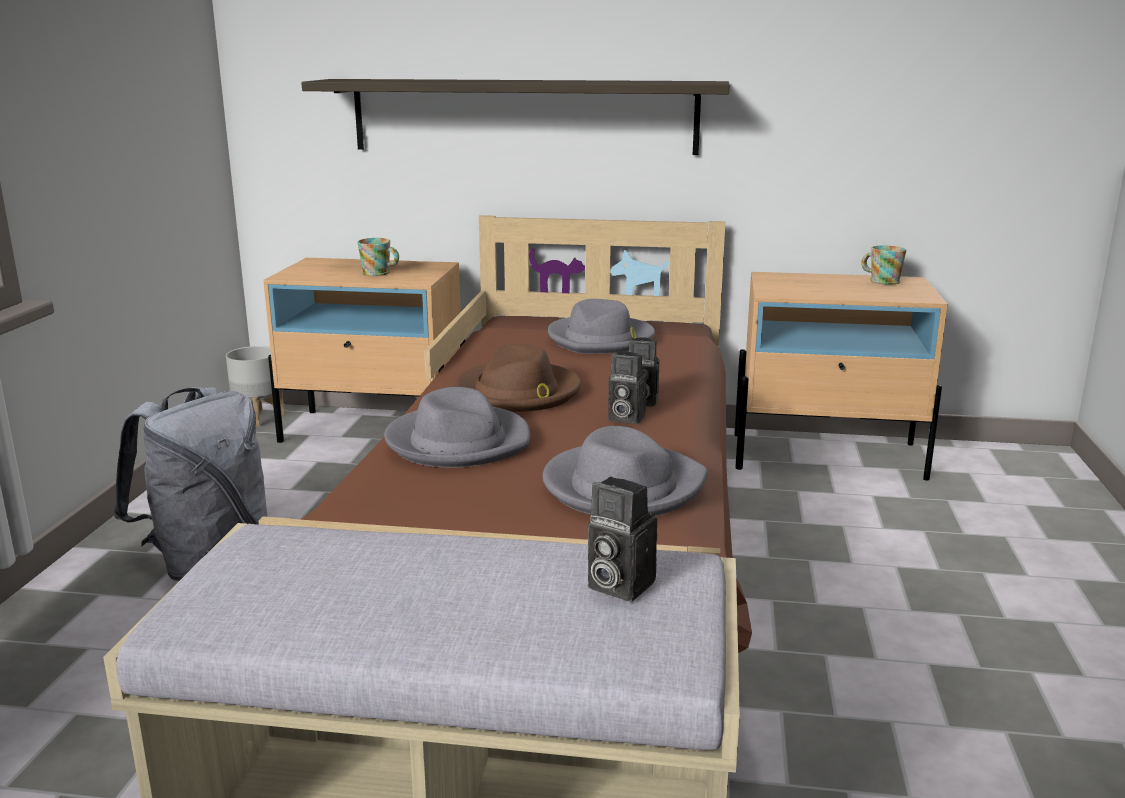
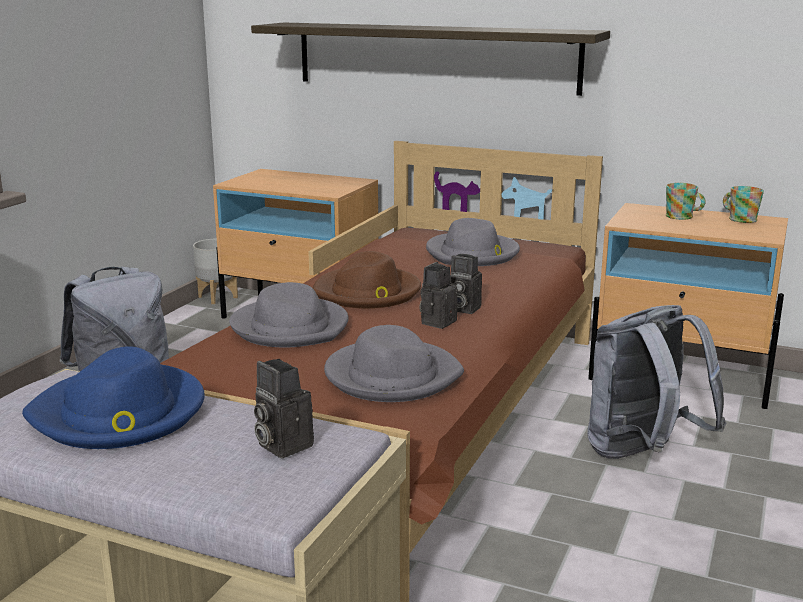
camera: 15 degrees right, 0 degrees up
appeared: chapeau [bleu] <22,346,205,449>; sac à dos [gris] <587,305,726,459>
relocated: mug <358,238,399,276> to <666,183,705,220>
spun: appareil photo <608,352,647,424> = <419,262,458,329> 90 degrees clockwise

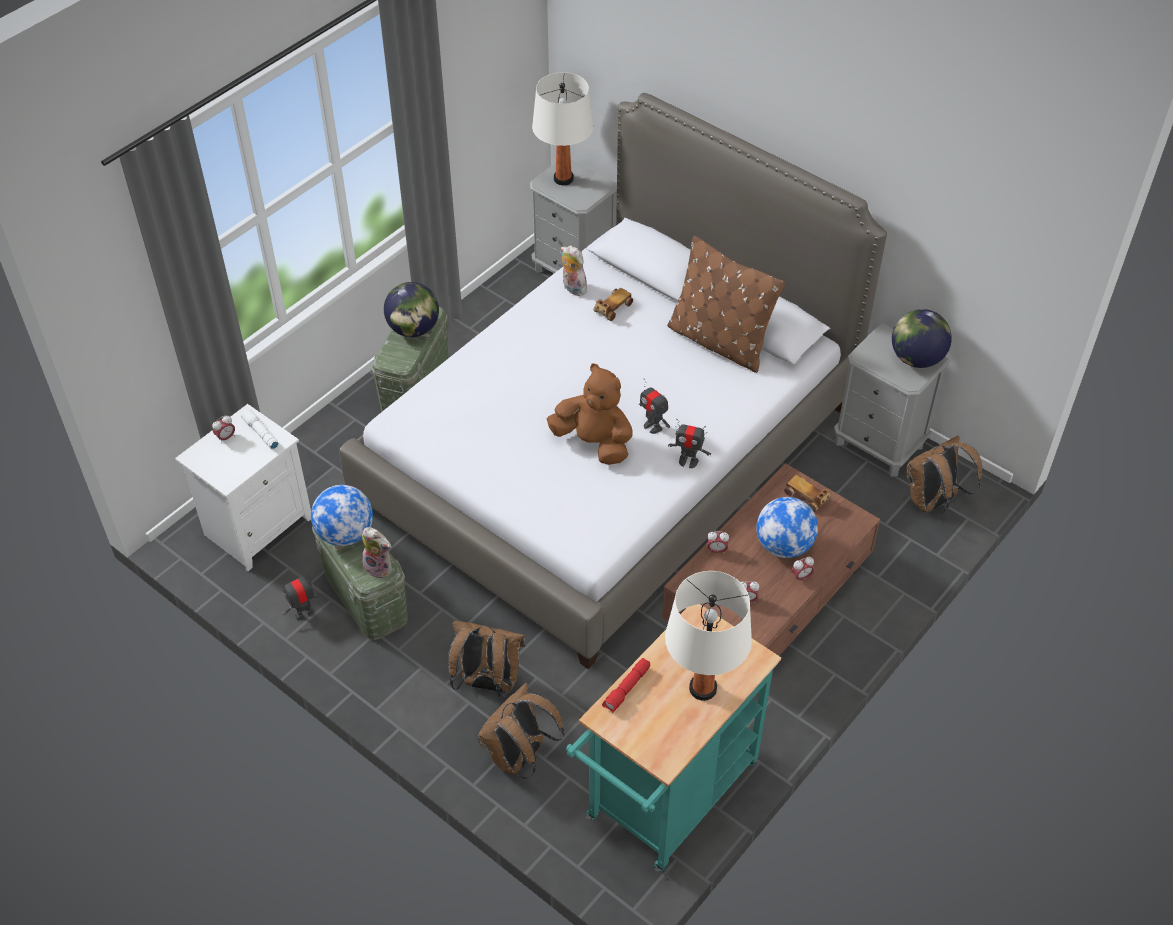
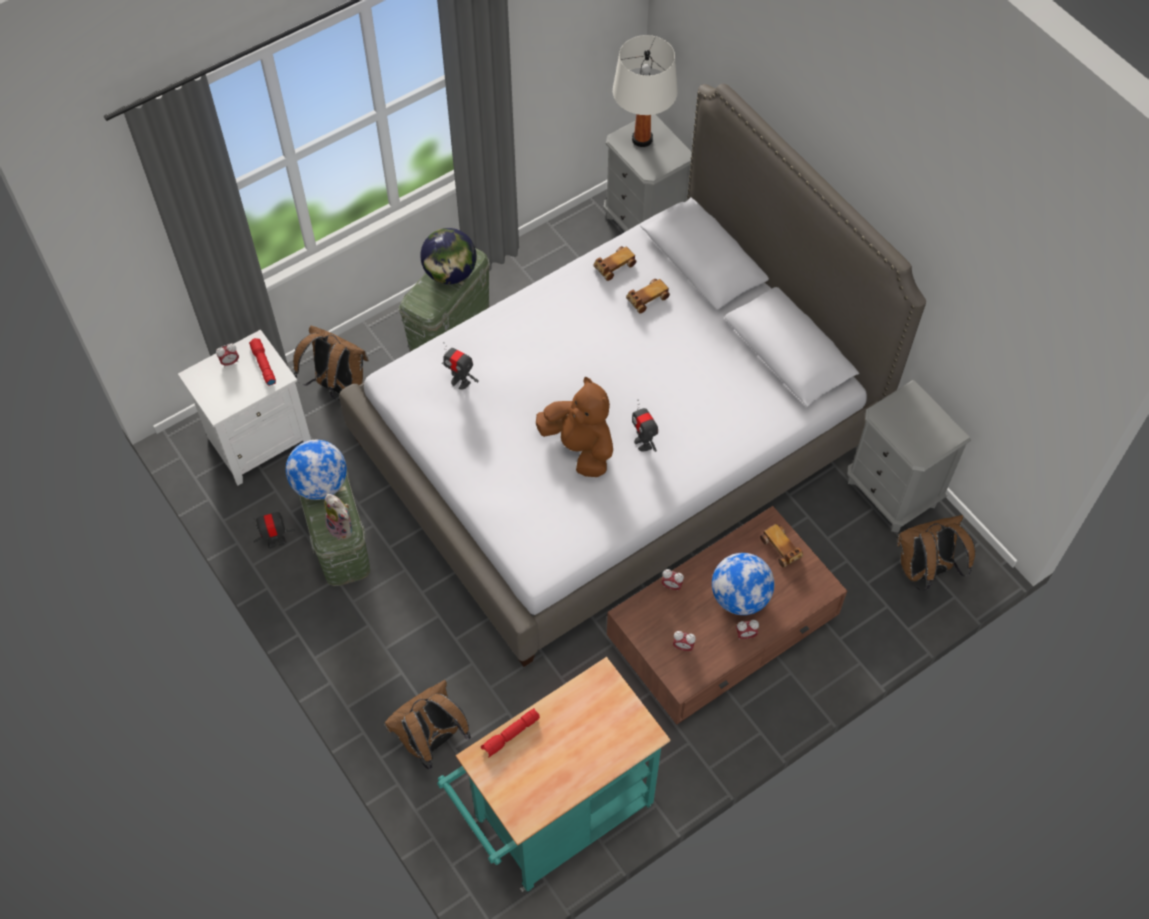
camera: 15 degrees right, 10 degrees up
missing: lampe de table [blanc] <665,571,752,701>; coussin [marron] <667,236,785,373>; globe <892,309,952,368>
relocated: sac à dos [marron] <448,621,526,697> to <293,326,369,400>; robot jouet <668,418,711,468> to <442,342,479,390>
exchanged: peluche <561,245,589,296> to petite voiture <593,246,636,281>
colour: lampe de poche [blanc] <241,409,279,450> to lampe de poche [rouge] <249,338,276,386>

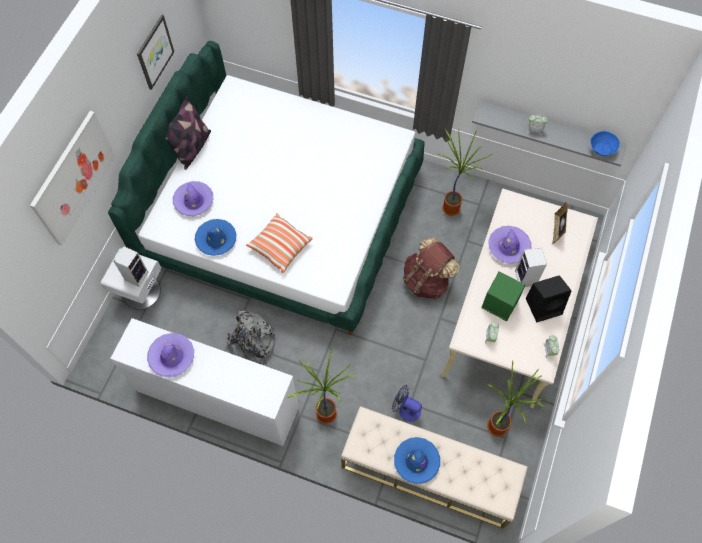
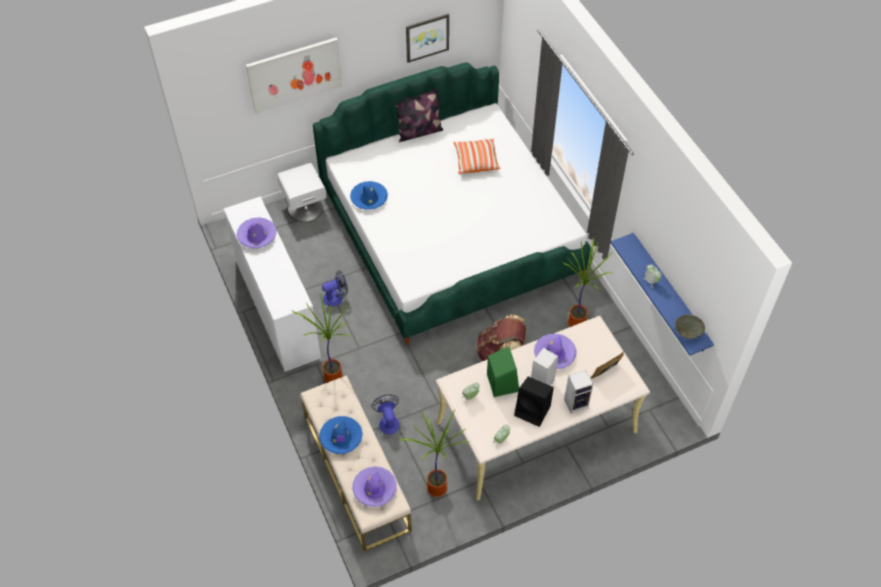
camera: 45 degrees right, 10 degrees down
relocated: enceinte <113,246,148,287> to <564,371,593,414>; chapeau [violet] <173,181,213,216> to <353,466,397,507>; coussin <246,213,313,273> to <454,138,501,174>
exchanged: sac à dos [gris] <227,310,277,366> to ventilateur <322,270,348,306>
colour: étagère [gris] <472,101,627,166> to étagère [bleu] <611,233,714,356>; bol [bleu] <591,131,620,156> to bol [gris] <675,315,705,339>

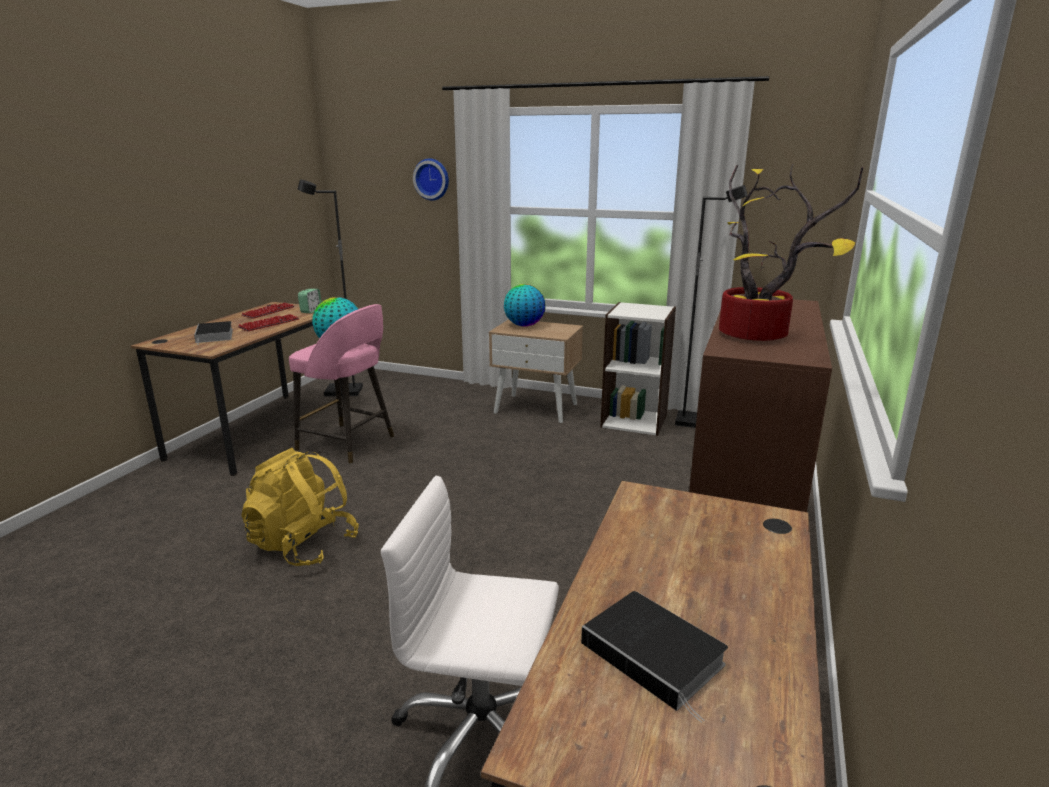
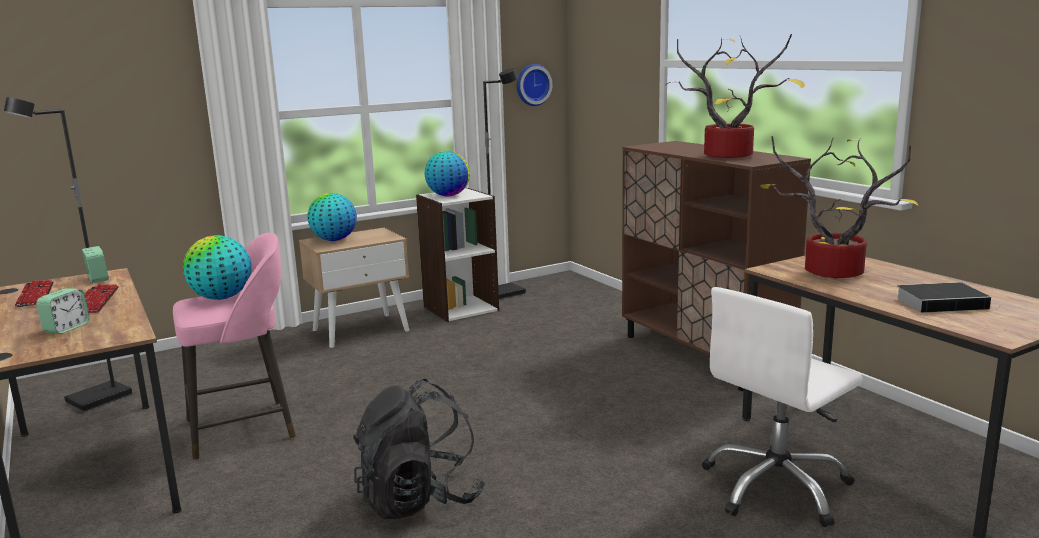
camera: 50 degrees left, 5 degrees down
appeared: globe <425,151,470,196>; plante en pot <760,136,918,278>
relocated: horloge murale <413,158,449,201> to <517,64,553,106>
exchanged: livre <194,321,233,345> to réveil <36,288,90,334>
colour: sac à dos [jaune] <241,448,359,566> to sac à dos [noir] <353,379,485,519>

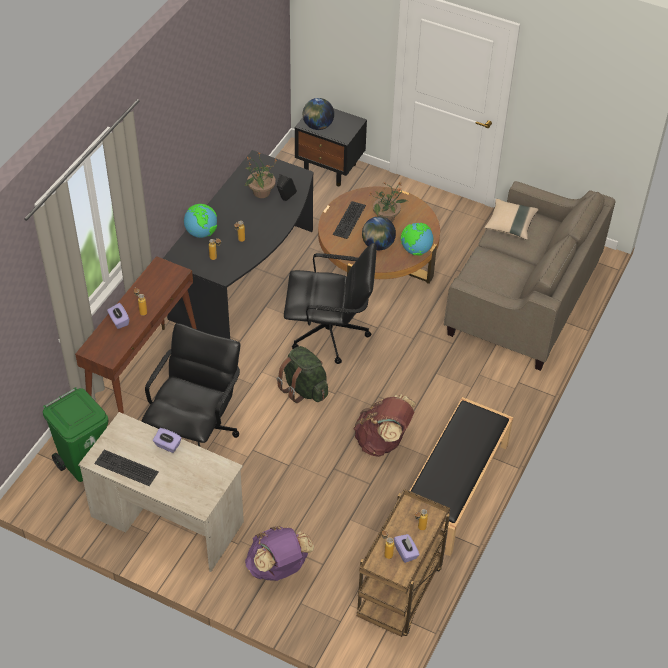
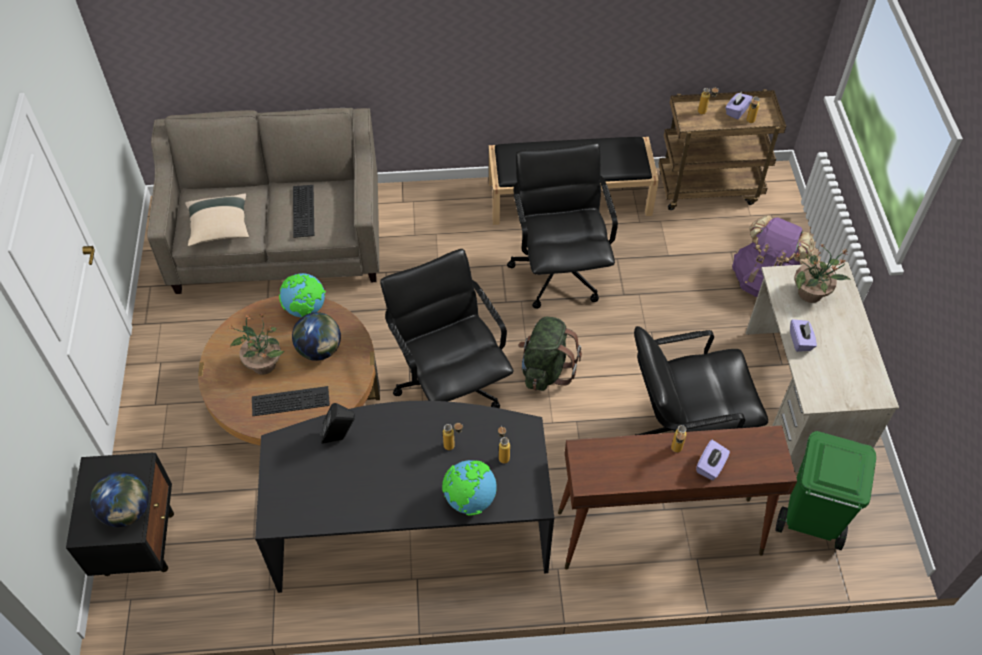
camera: 120 degrees left, 5 degrees up
relocated: clavier <94,450,159,486> to <293,185,314,238>; plante en pot <244,152,277,198> to <793,243,851,303>
exchanged: sac à dos [marron] <354,395,416,457> to chaise de bureau [noir] <507,143,618,309>

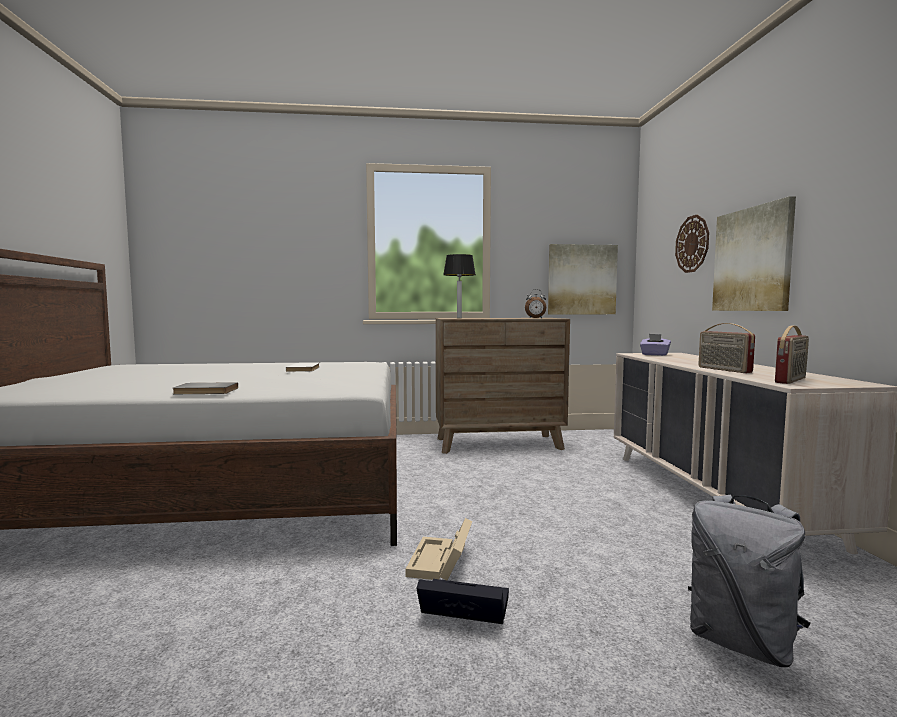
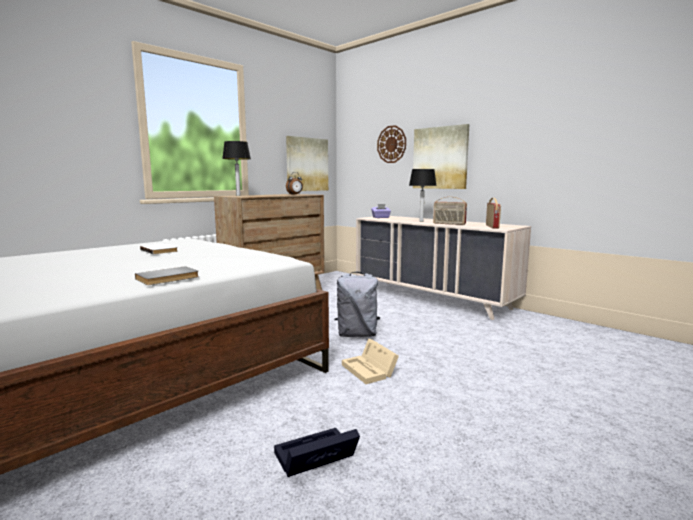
camera: 40 degrees left, 5 degrees up
appeared: lampe de table <409,169,437,222>
relocated: boîte de rangement [noir] <416,579,509,624> to <274,428,360,477>; sac à dos [gris] <688,495,811,667> to <335,272,380,337>

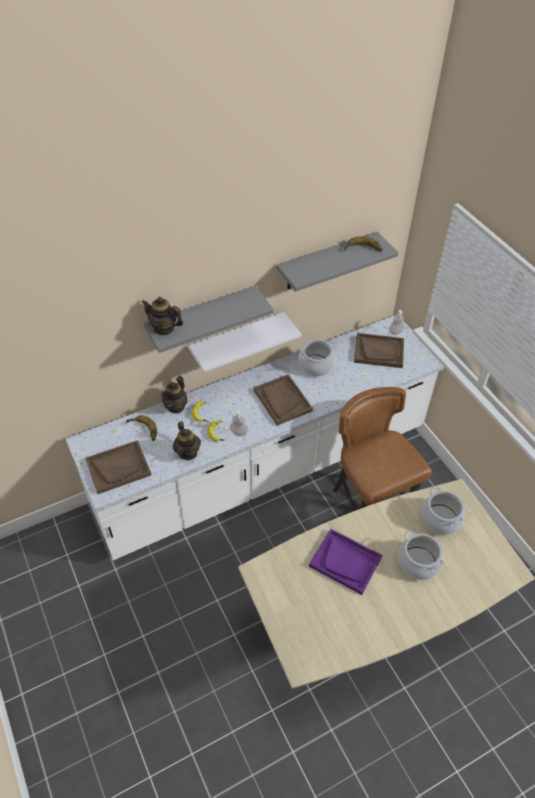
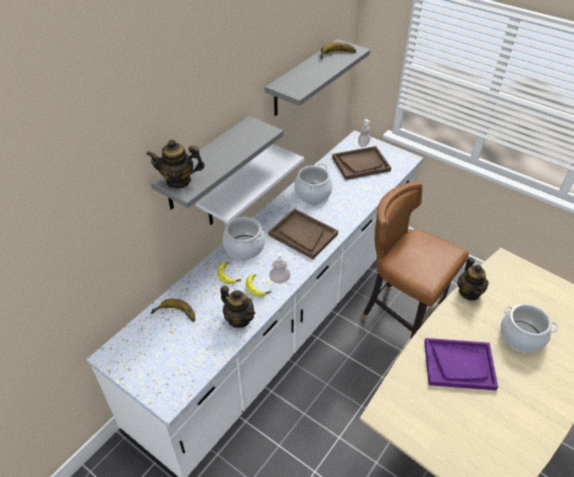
camera: 25 degrees left, 5 degrees down
missing: plateau [marron] <85,440,151,494>
relocated: théière <162,376,188,414> to <457,257,488,301>; marmite <421,486,465,535> to <223,217,265,260>

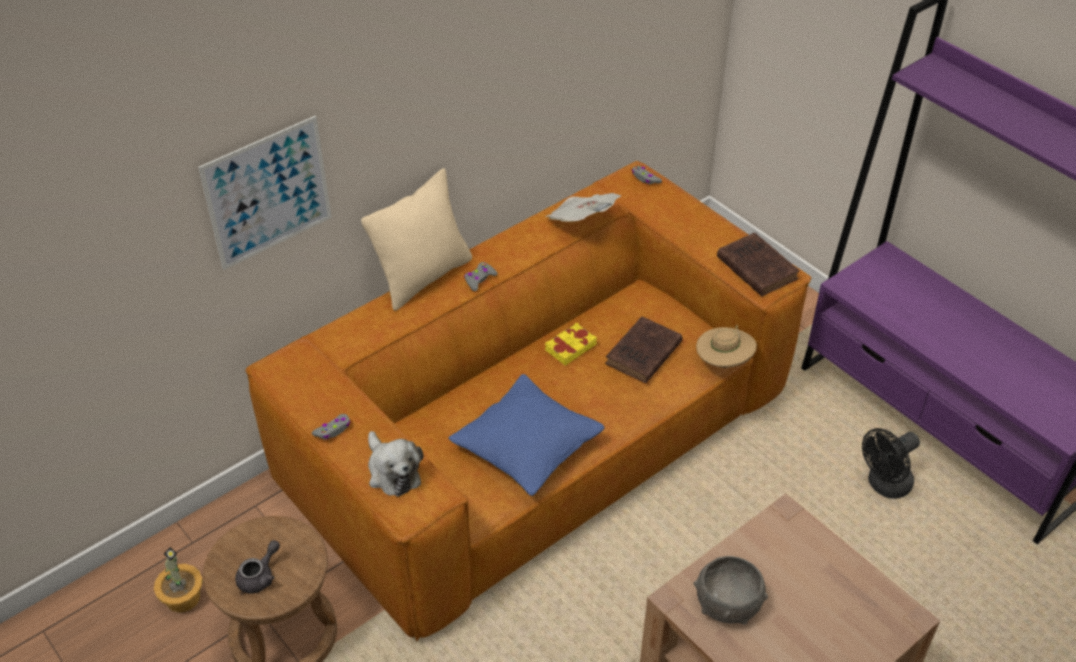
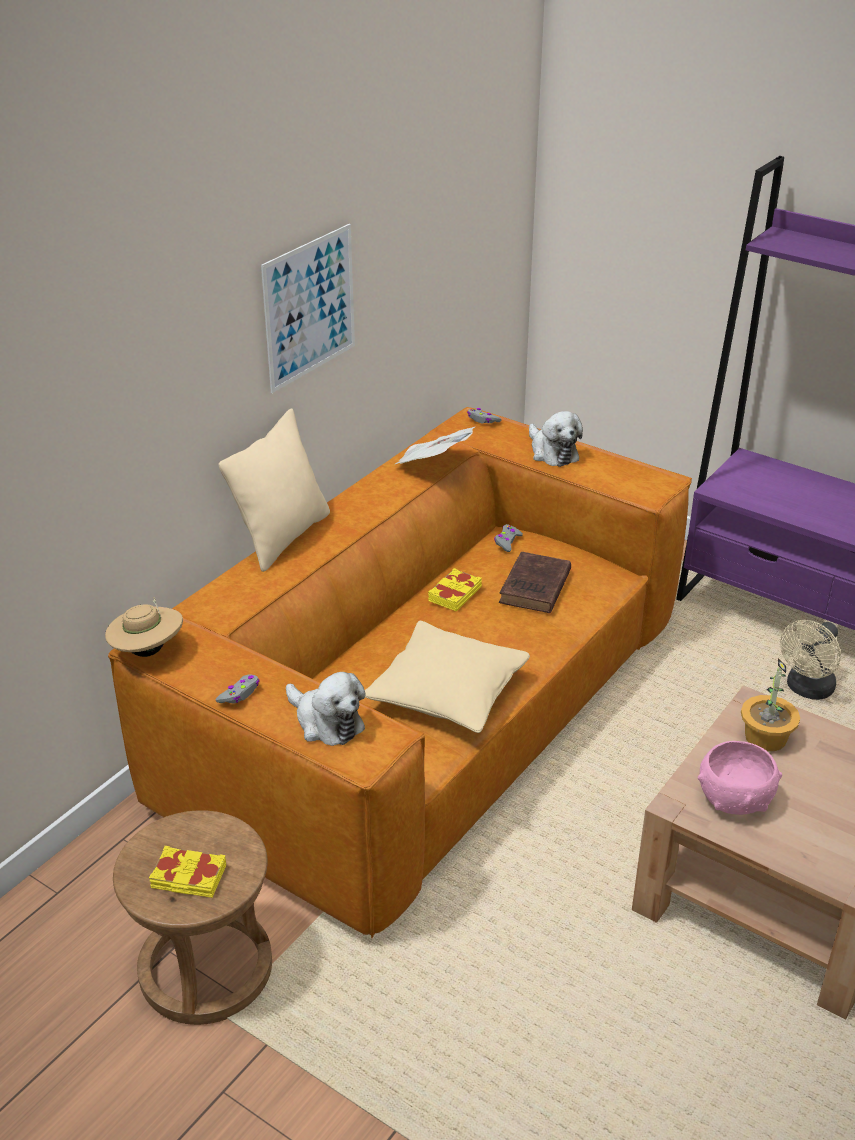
camera: 15 degrees left, 10 degrees down
missing: livre [marron] <717,233,800,296>
appeared: peluche <529,411,583,467>
relocated: plante en pot <154,547,203,613> to <741,658,800,752>; tableau <198,116,332,270> to <261,224,355,393>; manette [gris] <464,262,497,291> to <494,524,523,552>; chapeau [beige] <696,325,757,368> to <105,597,183,657>
exchanged: théière [gris] <235,540,280,594> to livre [jaune] <149,846,226,898>
colour: coussin [bleu] <449,374,604,496> to coussin [beige] <365,621,530,733>; bol [gris] <694,556,768,625> to bol [rose] <698,741,782,815>; ventilateur [noir] <862,428,920,499> to ventilateur [beige] <780,620,841,700>

